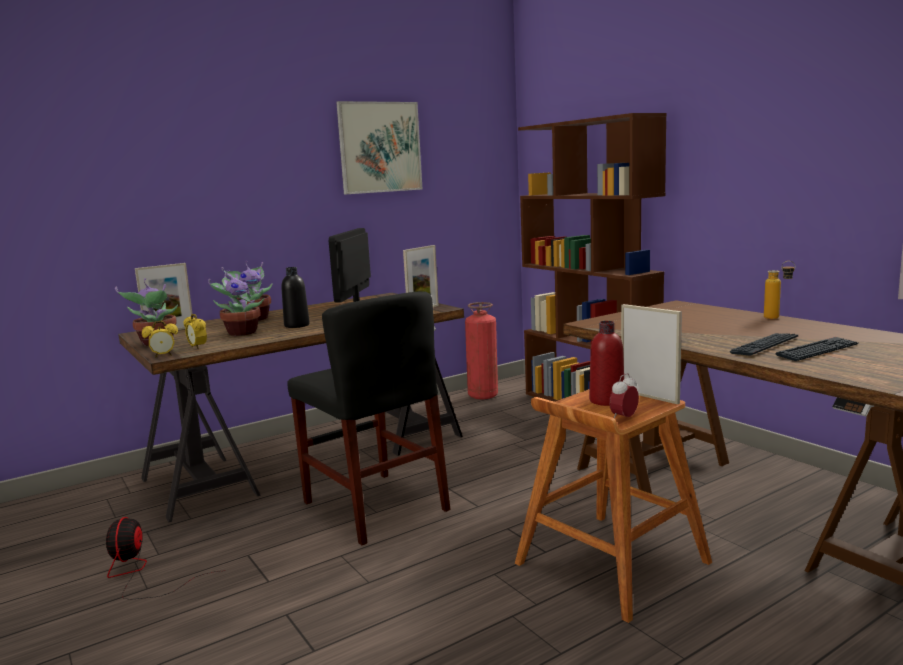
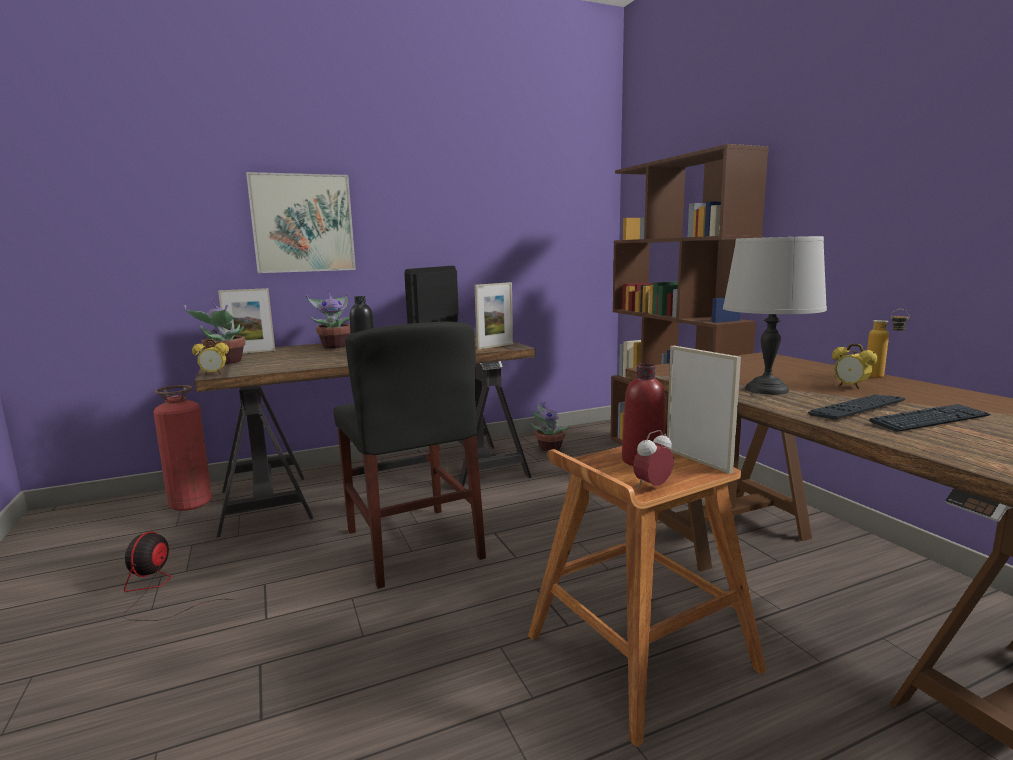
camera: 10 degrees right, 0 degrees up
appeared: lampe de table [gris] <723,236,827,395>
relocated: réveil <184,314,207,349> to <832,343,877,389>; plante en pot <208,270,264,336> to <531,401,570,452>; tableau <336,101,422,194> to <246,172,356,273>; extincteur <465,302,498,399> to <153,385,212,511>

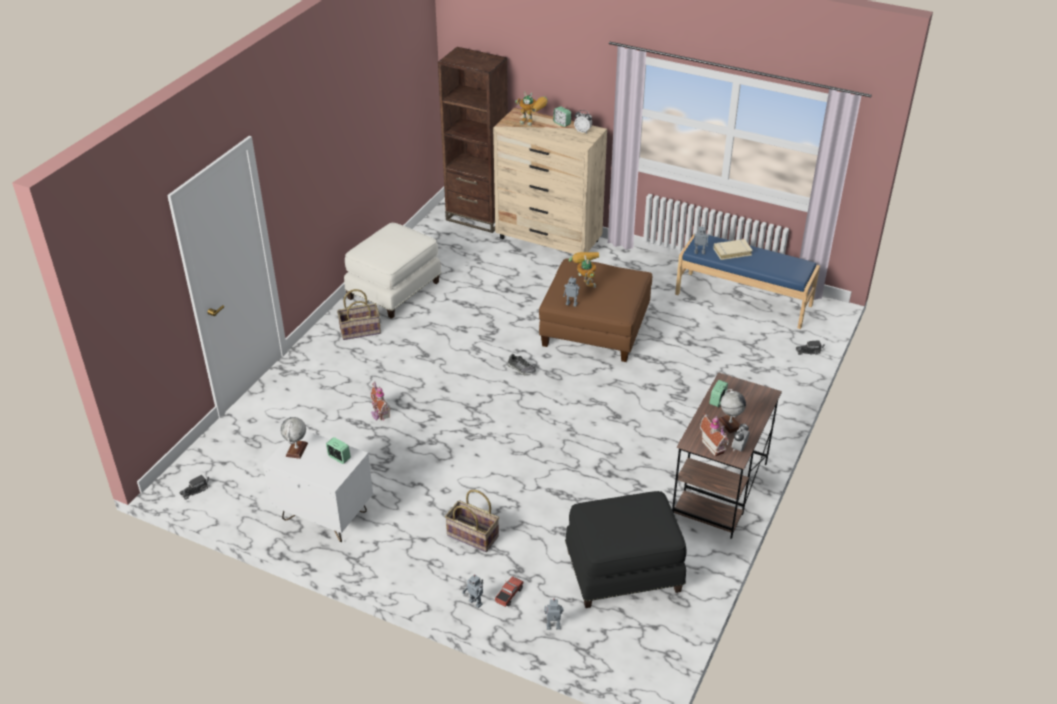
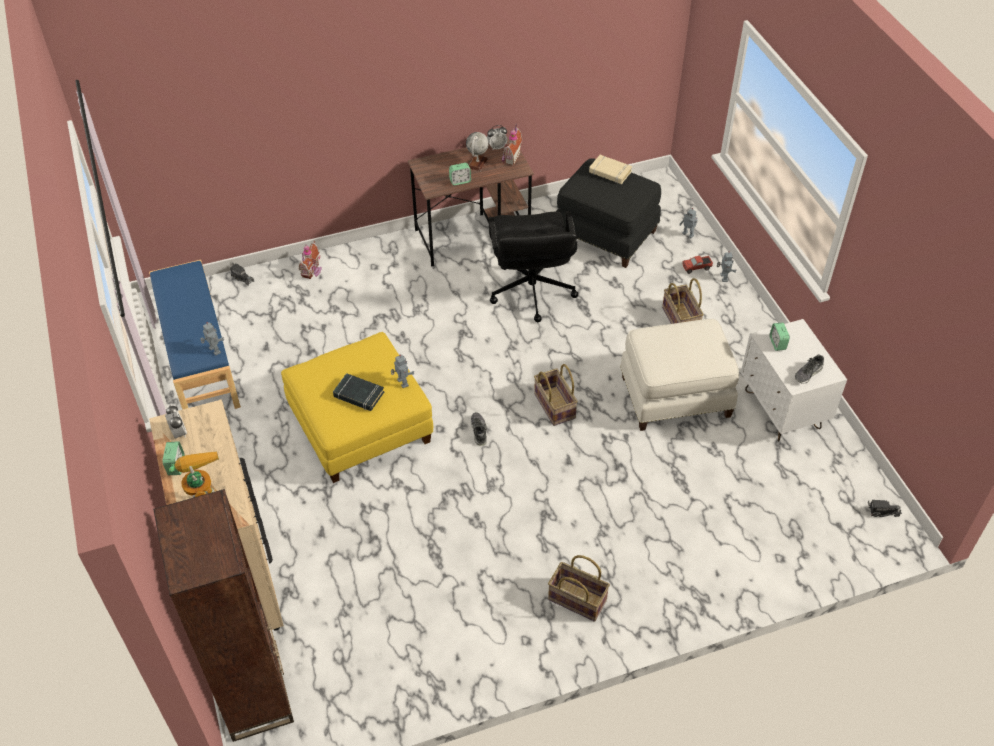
camera: 135 degrees left, 10 degrees up
appeared: chaise de bureau [noir] <489,212,578,322>; panier <534,364,578,426>
relocated: pouf [blanc] <344,223,441,319> to <620,319,739,431>; maison miniature <370,382,391,421> to <299,241,322,279>; livre [beige] <713,239,753,260> to <589,155,632,184>
exchanged: globe <281,417,308,459> to chaussure <794,354,824,383>; robot jouet <569,252,599,288> to livre [noir] <333,373,384,411>
colour: pouf [marron] <539,258,652,362> to pouf [jaune] <281,332,433,483>

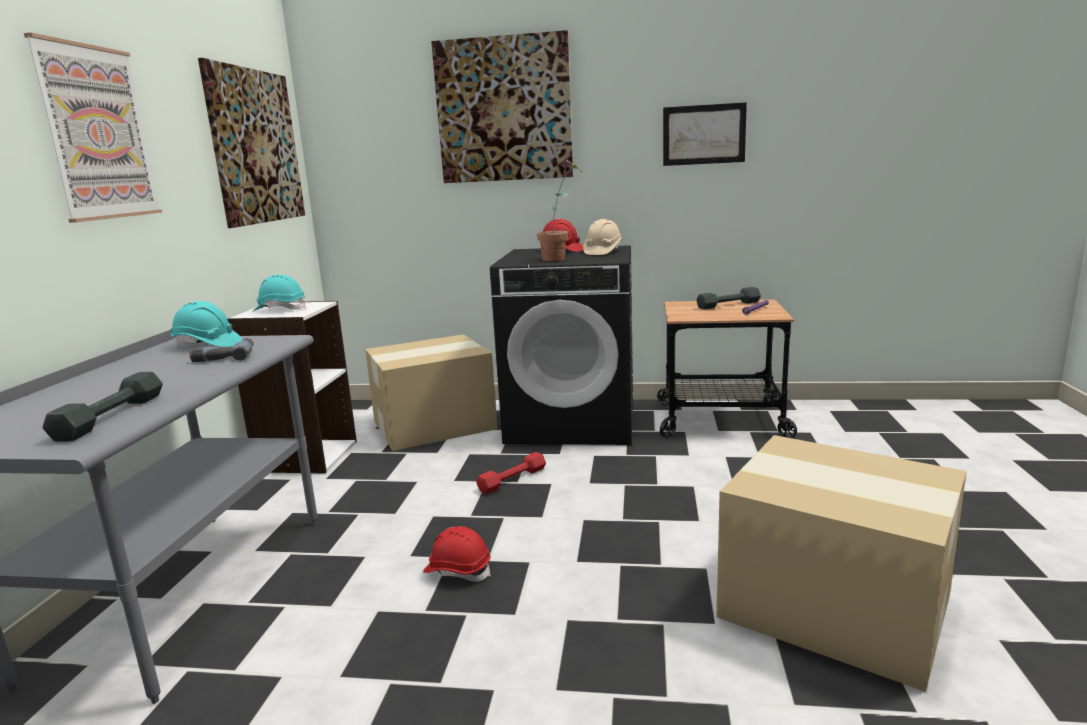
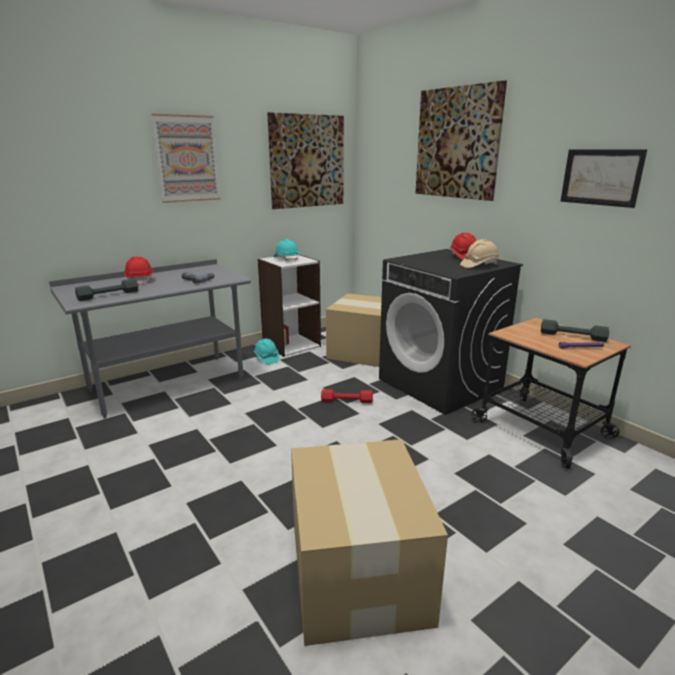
camera: 45 degrees right, 5 degrees up
missing: plante en pot <537,160,582,261>
relocated: casque de chantier [turquoise] <170,301,242,347> to <254,338,279,364>; casque de chantier [rouge] <423,526,491,582> to <124,257,153,285>

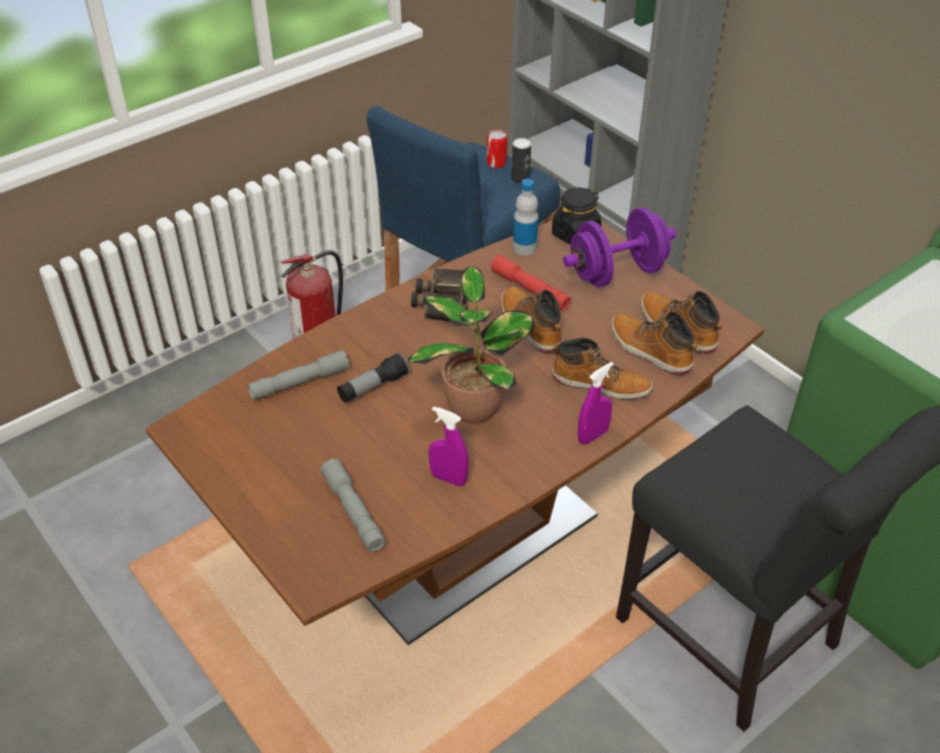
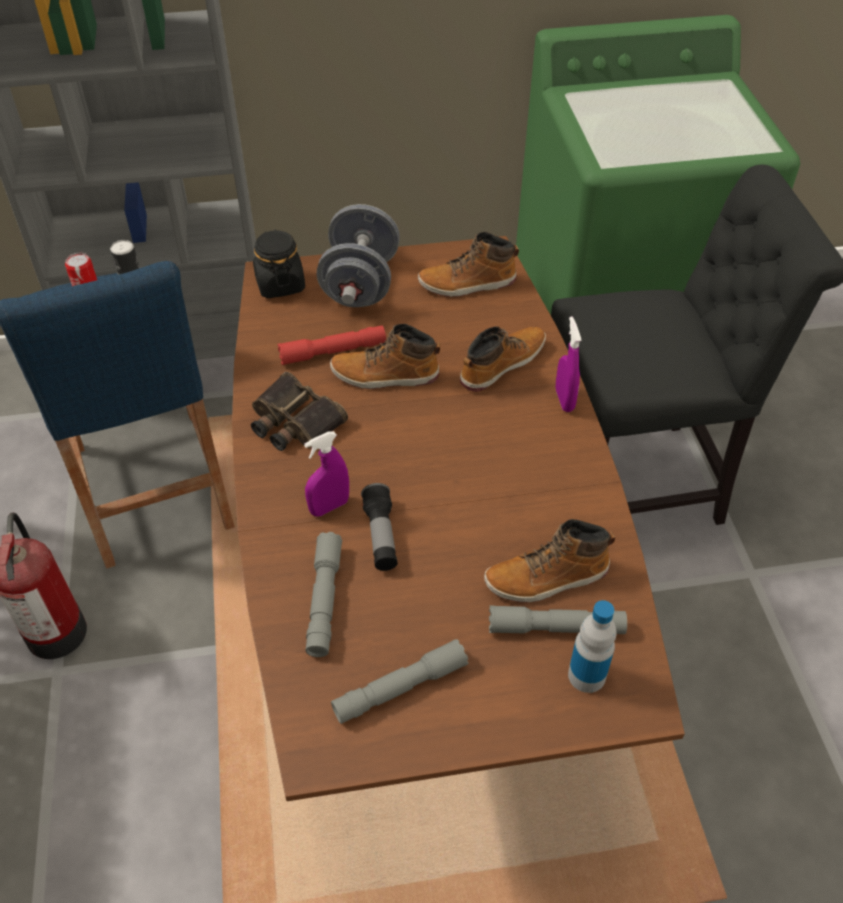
camera: 60 degrees left, 5 degrees up
missing: plante en pot <408,266,535,424>
appeared: lampe de poche [gris] <331,639,469,724>
relocated: vaporisateur [violet] <429,406,469,487> to <304,431,349,517>; bouteille <513,179,538,256> to <568,600,616,693>; botte <611,311,697,375> to <484,519,615,602>
colour: haltère [violet] <563,208,676,287> to haltère [gris] <317,204,400,307>

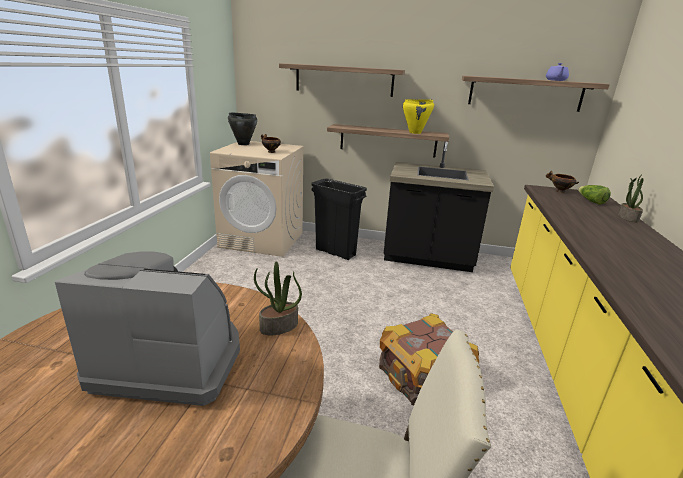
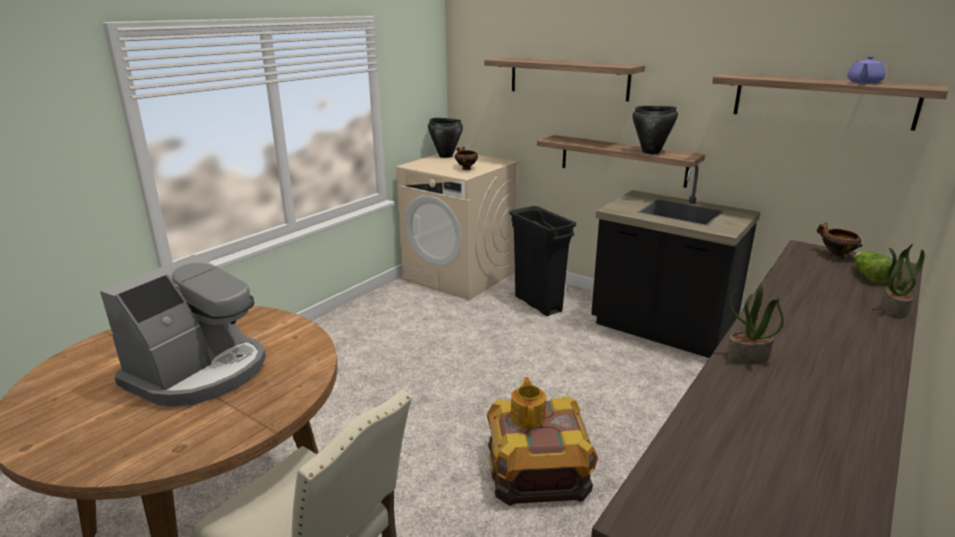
camera: 25 degrees right, 0 degrees up
appeared: théière <511,377,546,428>
relocated: plante en pot <254,261,302,335> to <727,284,784,364>
colour: marmite [jaune] <403,99,434,134> to marmite [noir] <632,106,678,154>
spun: machine à café <55,251,240,406> = <100,255,266,406> 90 degrees clockwise

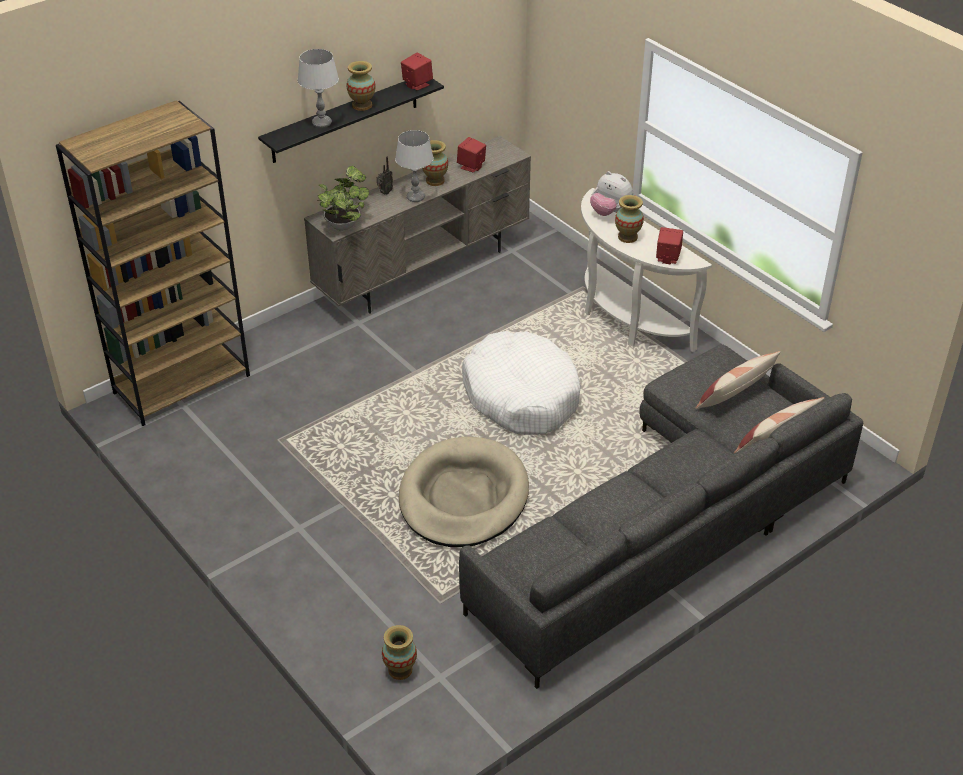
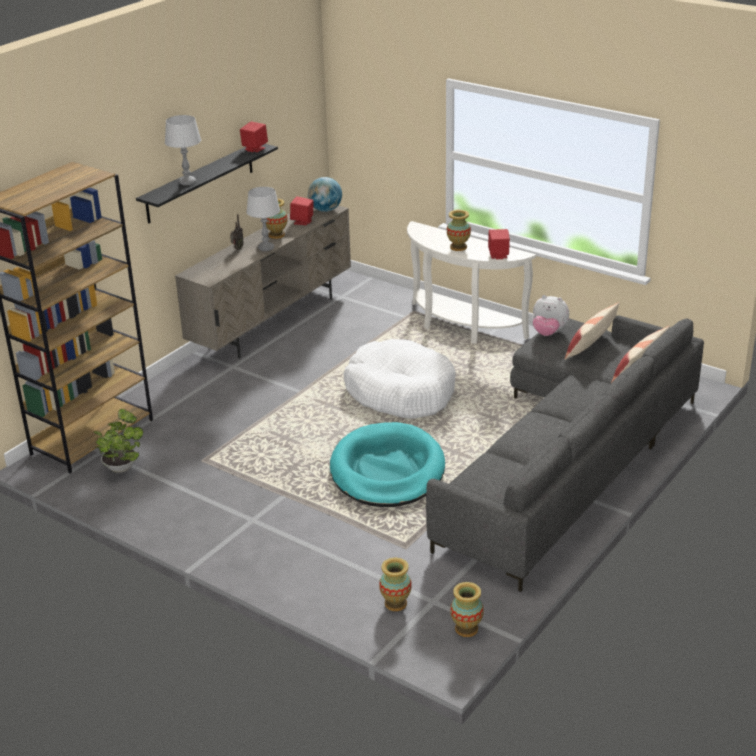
camera: 15 degrees left, 10 degrees down
appeared: globe <308,177,342,212>
relocated: plante en pot <317,166,369,231> to <93,409,143,473>; vase <346,61,375,111> to <450,582,484,637>; peluche <590,171,633,216> to <532,295,569,336>
colour: panier pour chien [beige] <399,436,529,547> to panier pour chien [turquoise] <330,422,445,507>

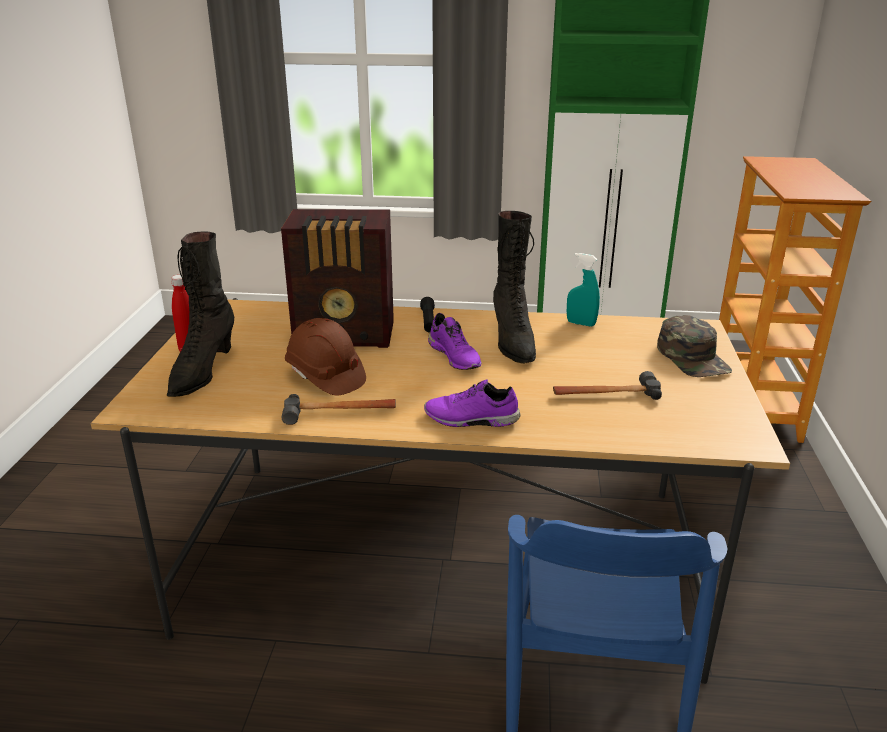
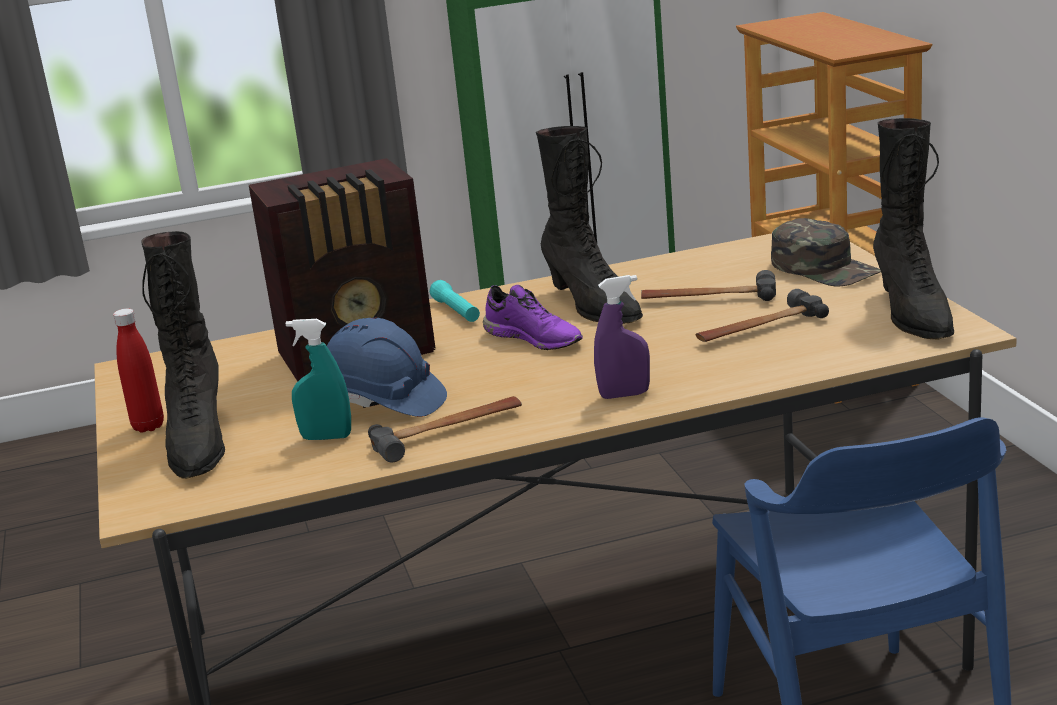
camera: 20 degrees left, 5 degrees down
appeared: marteau <641,270,776,301>; botte [noir] <873,118,954,339>
relocated: vaporisateur [turquoise] <567,253,600,327> to <286,319,351,440>
exchanged: chaussure [violet] <424,379,520,427> to vaporisateur [violet] <594,275,650,399>
colour: casque de chantier [marron] <285,318,366,395> to casque de chantier [bleu] <327,318,447,417>; lampe de poche [noir] <420,297,435,332> to lampe de poche [turquoise] <430,280,480,322>

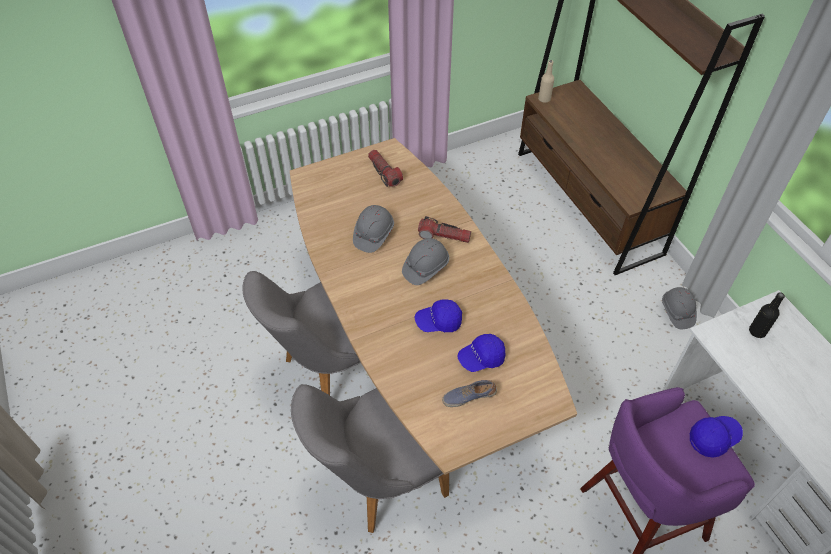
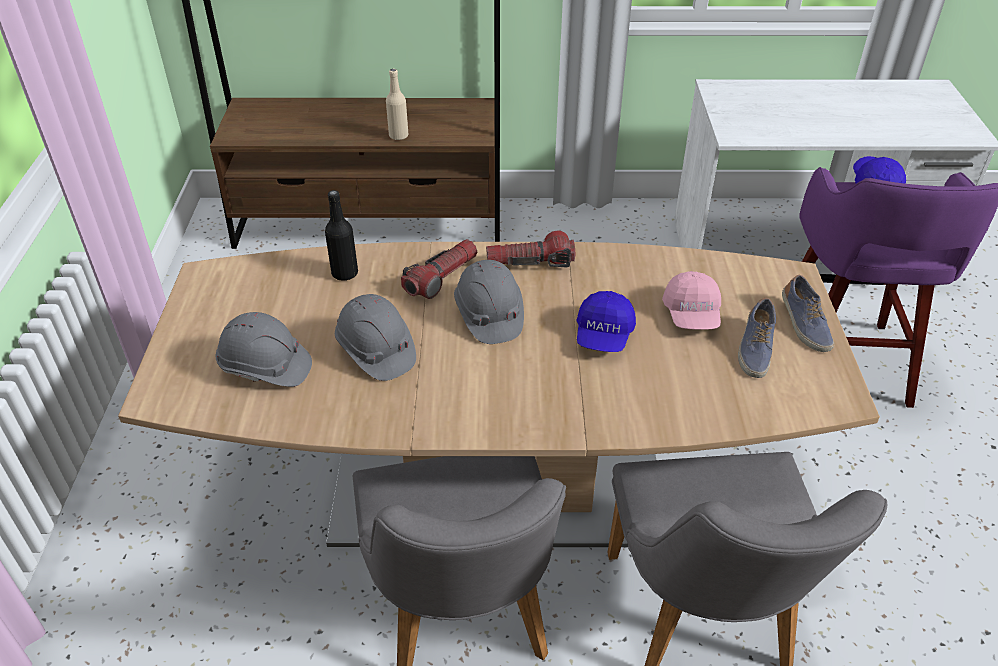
camera: 65 degrees left, 10 degrees down
appeared: chaussure <782,275,834,352>
relocated: lampe de poche <368,150,403,187> to <486,231,575,267>; bouteille [beige] <538,60,554,103> to <386,69,408,140>; casque de chantier [gris] <662,287,697,329> to <216,312,312,387>; bouteille [noir] <749,292,785,338> to <325,190,358,281>
colour: casquette [bleu] <457,334,505,372> to casquette [rose] <662,271,721,330>

